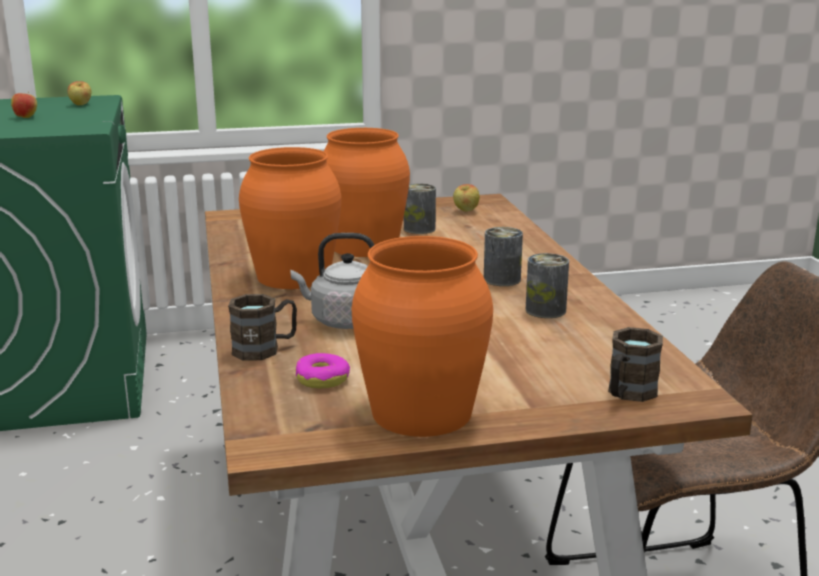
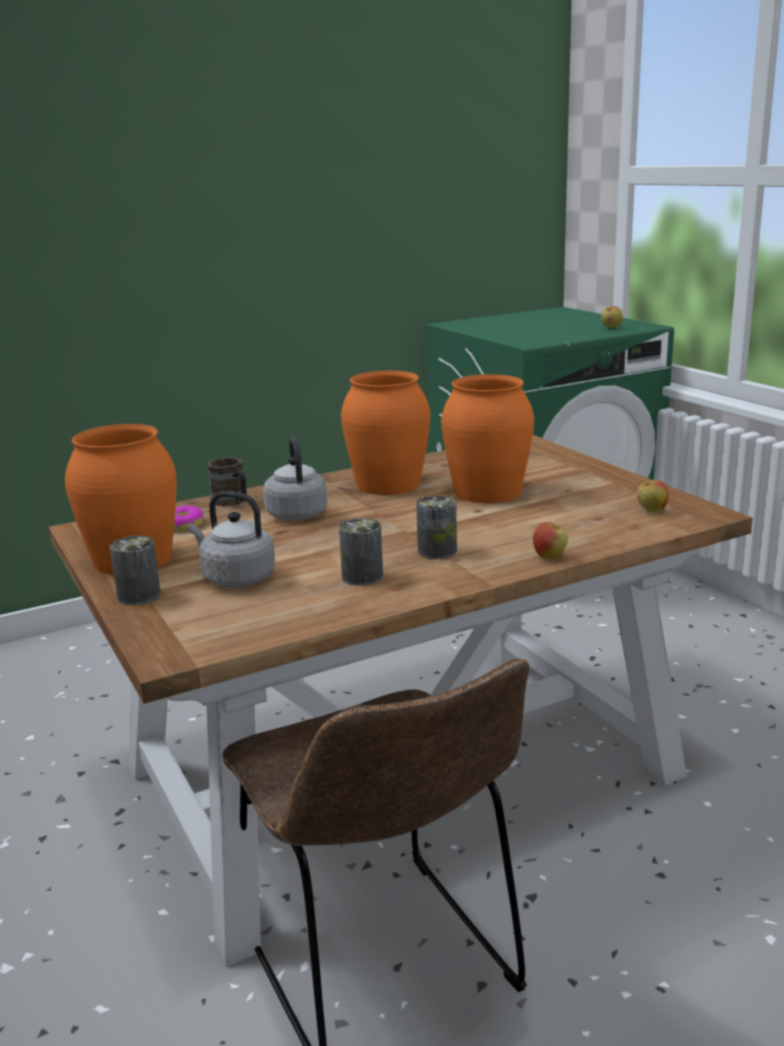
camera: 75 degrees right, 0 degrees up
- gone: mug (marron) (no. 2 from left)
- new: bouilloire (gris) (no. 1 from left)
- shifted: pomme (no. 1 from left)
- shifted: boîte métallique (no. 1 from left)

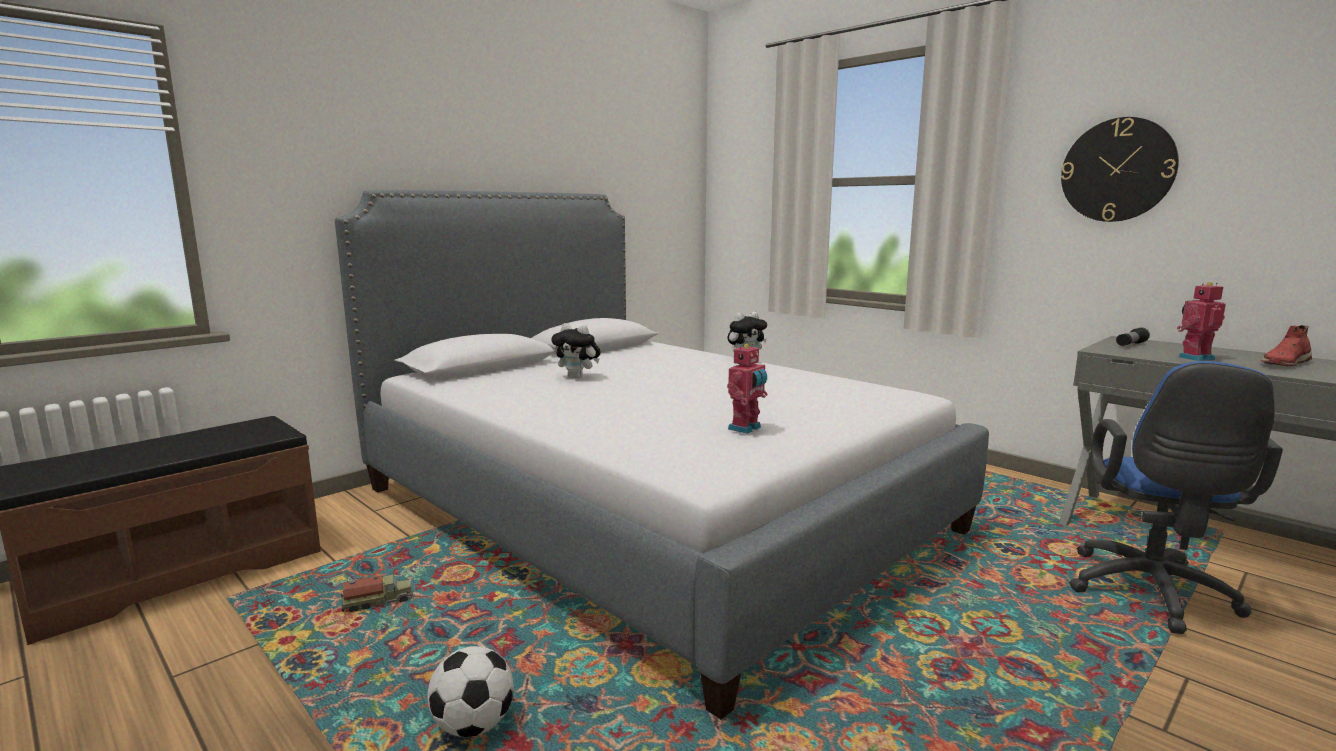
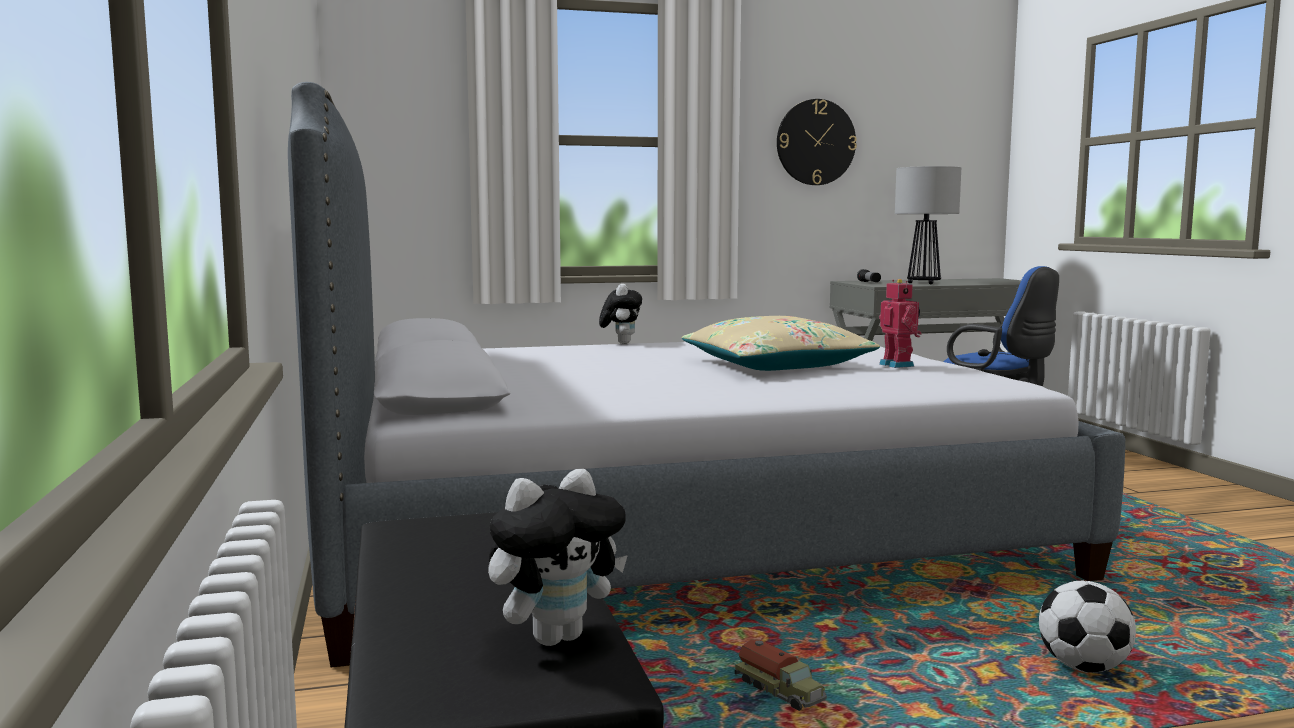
camera: 60 degrees left, 5 degrees down
- gone: chaussure (rouge)
- new: coussin (beige)
- shifted: peluche (no. 1 from left)
- swapped: robot jouet (no. 2 from left) to lampe de table
- rotated: camion jouet 135 degrees clockwise

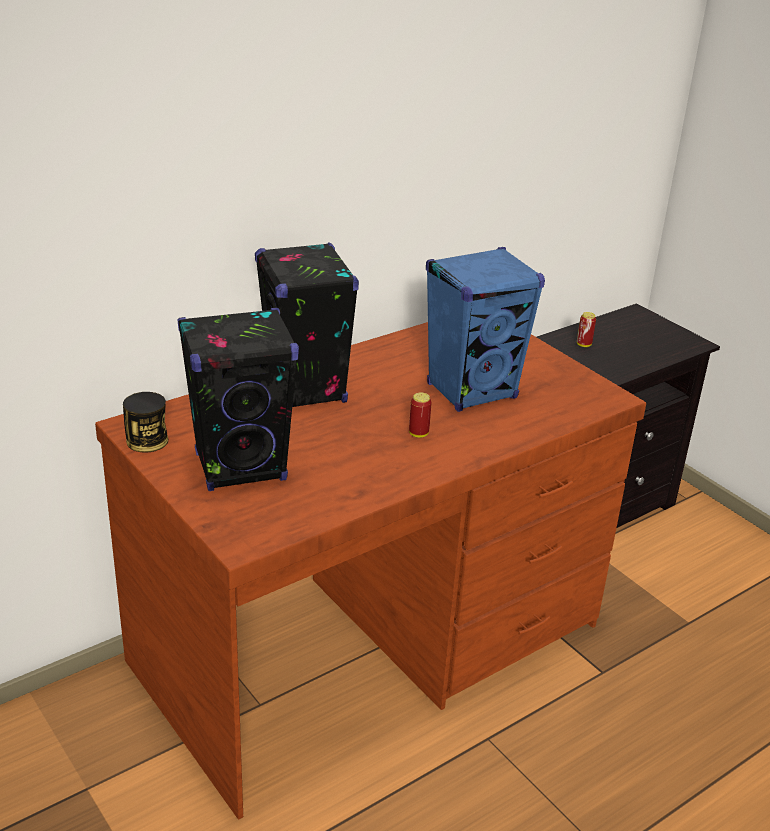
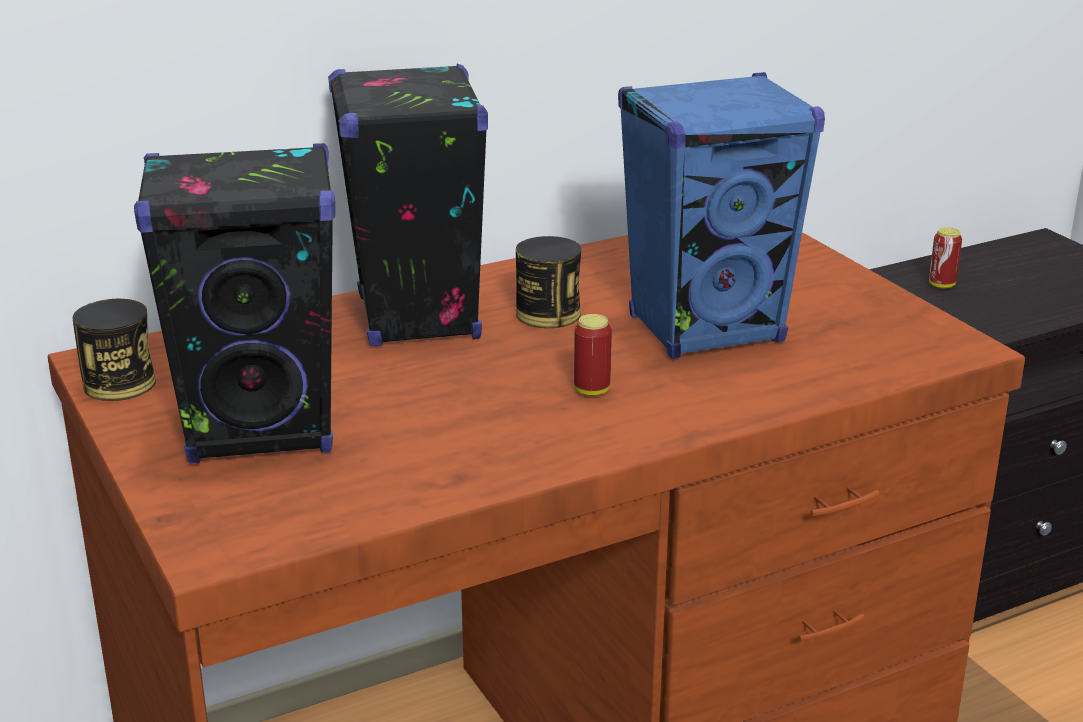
camera: 10 degrees right, 5 degrees down
- new: boîte métallique (no. 2 from left)

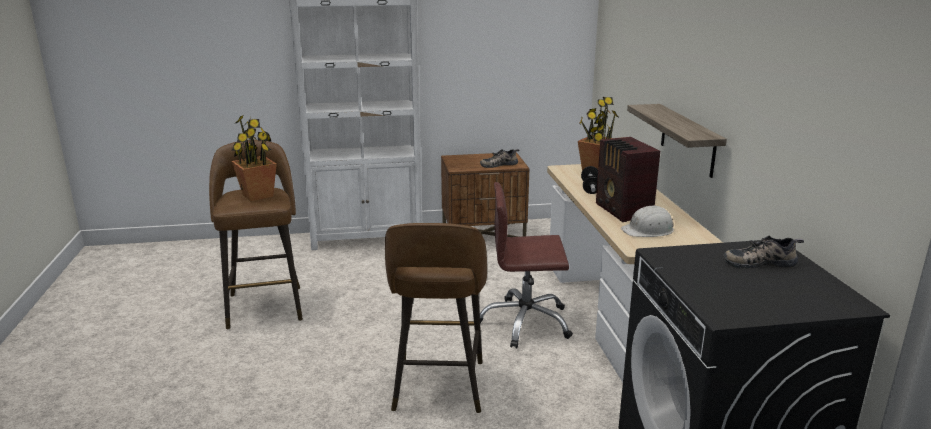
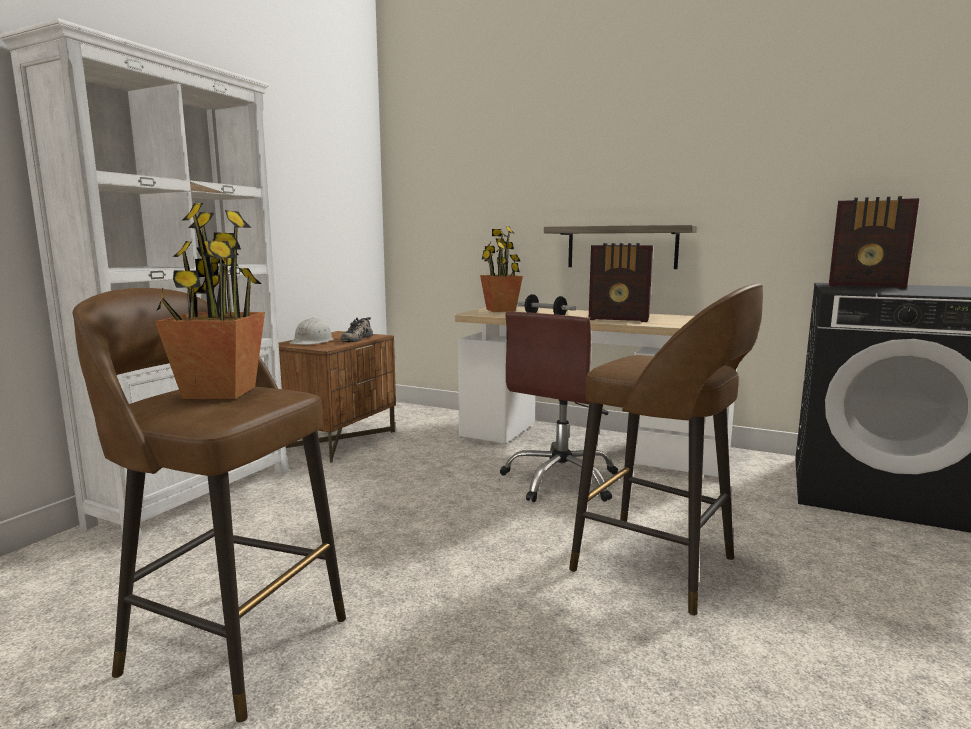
camera: 55 degrees left, 10 degrees down
- shifted: casque de chantier (blanc)
- swapped: chaussure (no. 2 from left) to radio (no. 2 from left)

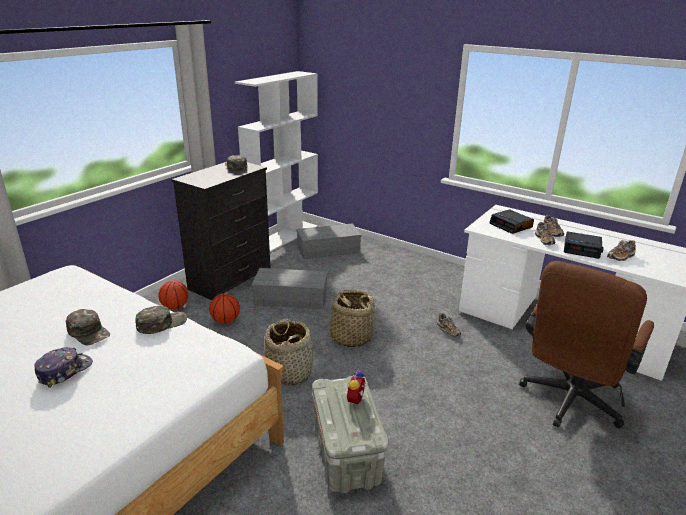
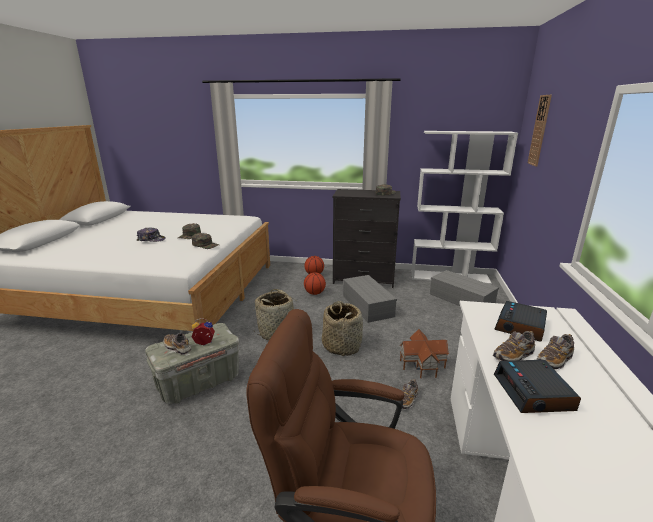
camera: 65 degrees right, 5 degrees down
- new: maison miniature
- new: horloge murale
- shifted: chaussure (no. 4 from left in the first image) to chaussure (no. 1 from left)

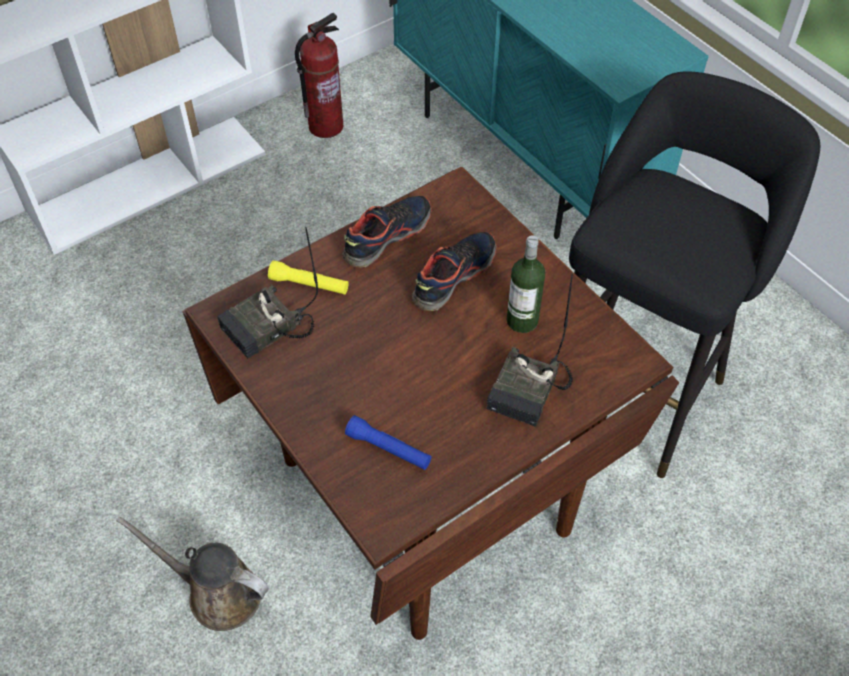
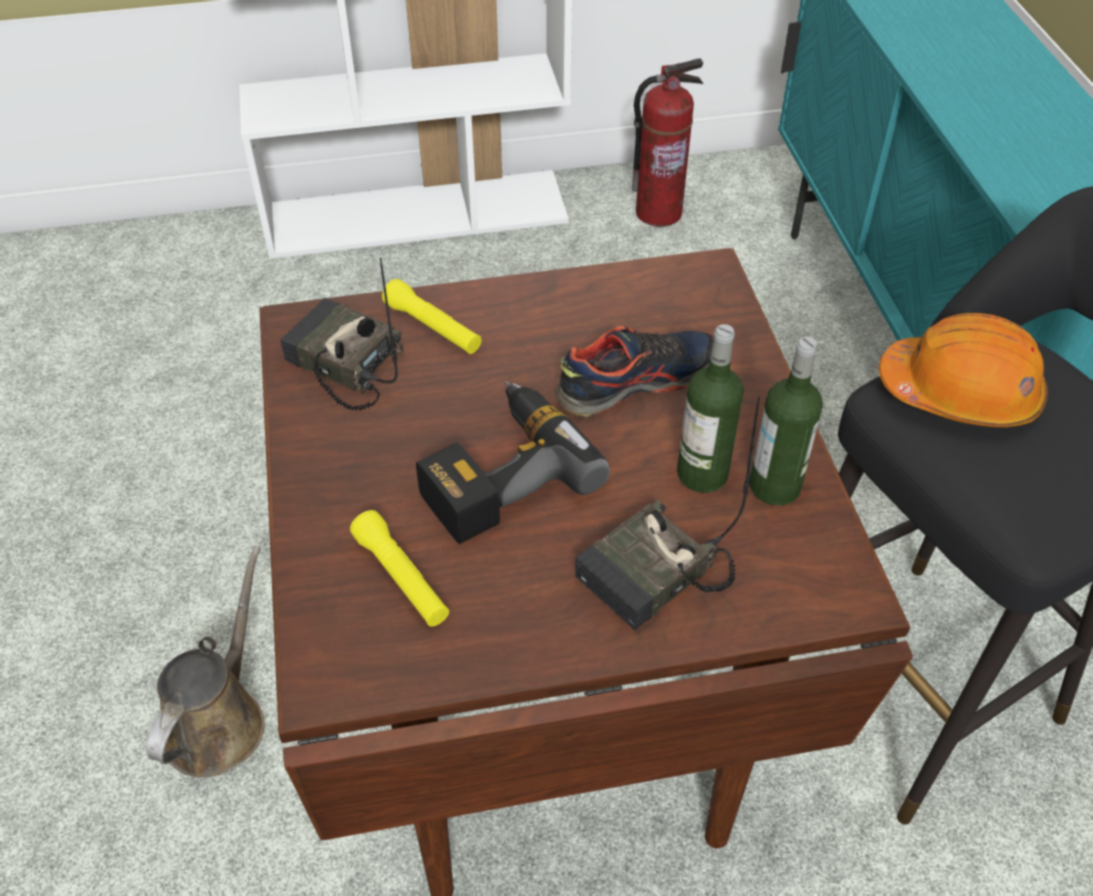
camera: 25 degrees right, 5 degrees down
- gone: chaussure (no. 1 from left)
- new: perceuse
- new: bouteille (no. 2 from left)
- new: casque de chantier (orange)
- repainted: lampe de poche (bleu) to lampe de poche (jaune) (no. 1 from left)
- rotated: arrosoir (marron) 60 degrees clockwise
- rotated: radio (no. 1 from left) 45 degrees clockwise

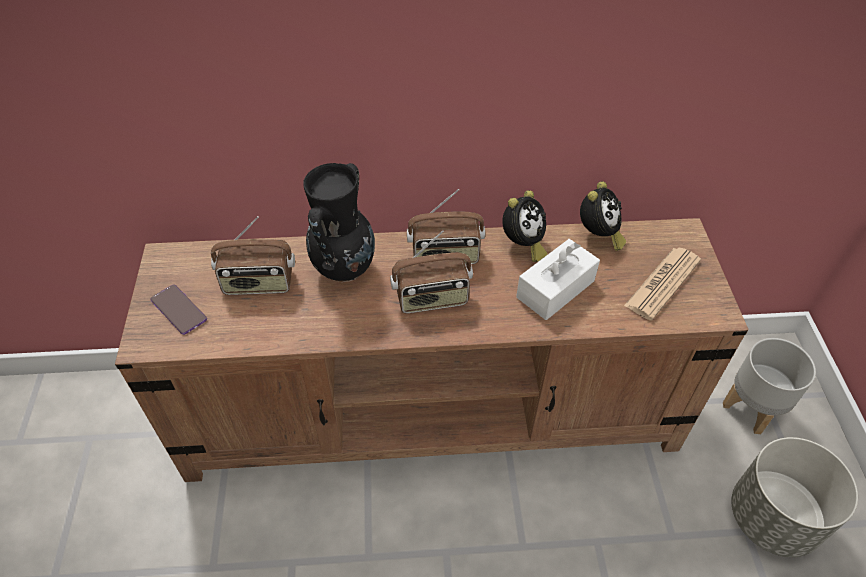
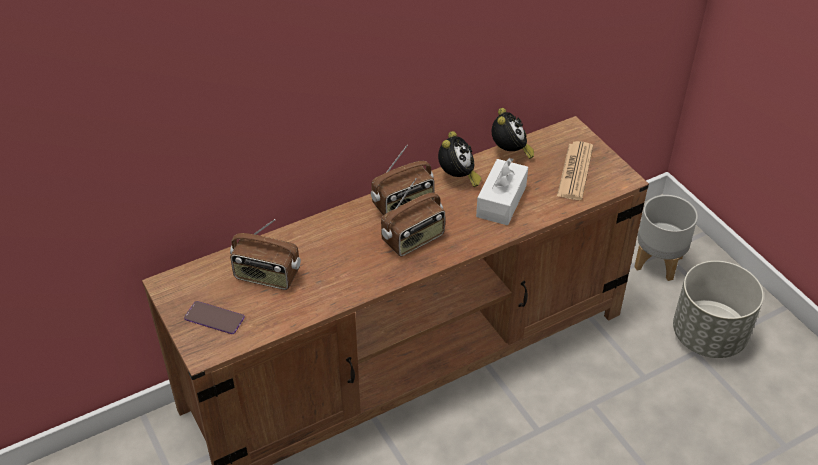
camera: 25 degrees left, 5 degrees down
- gone: vase (noir)
- rotated: radio (no. 1 from left) 45 degrees clockwise

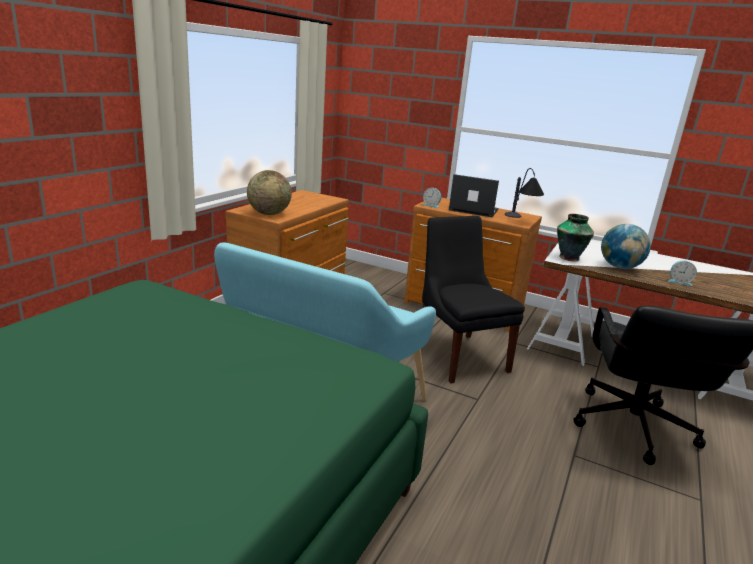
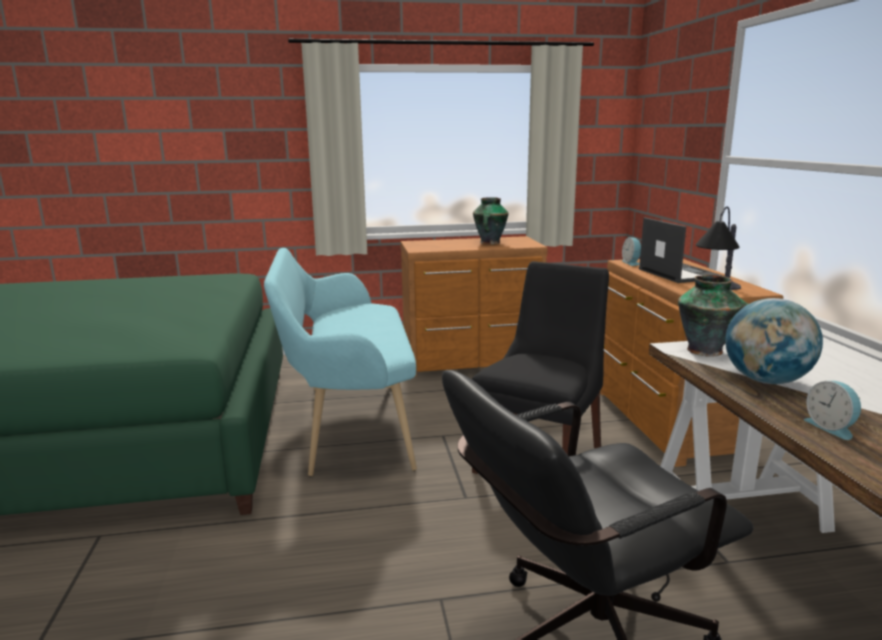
camera: 55 degrees right, 5 degrees down
- gone: globe (no. 1 from left)
- new: vase (no. 1 from left)

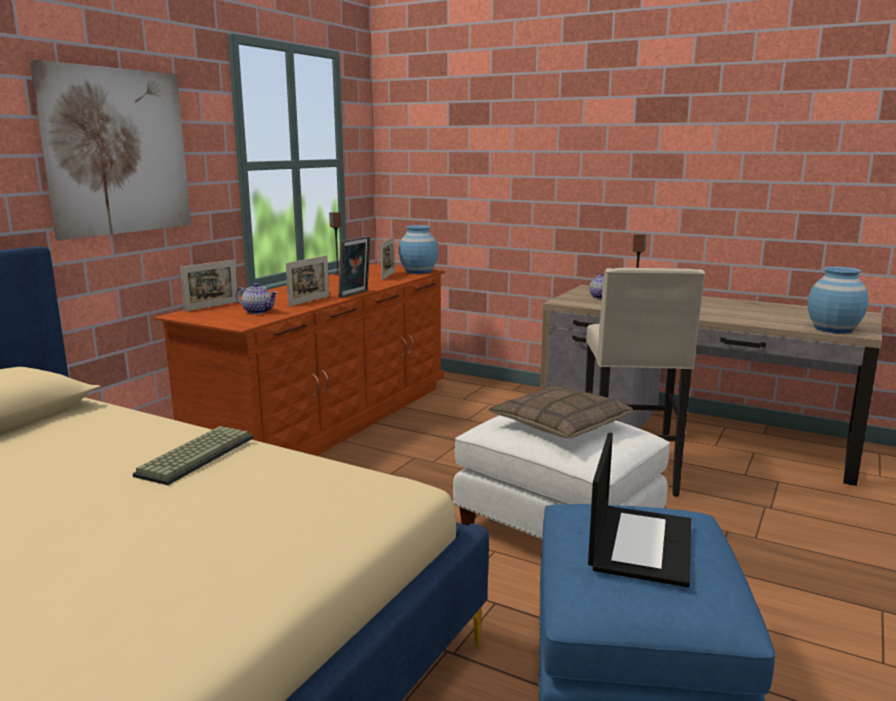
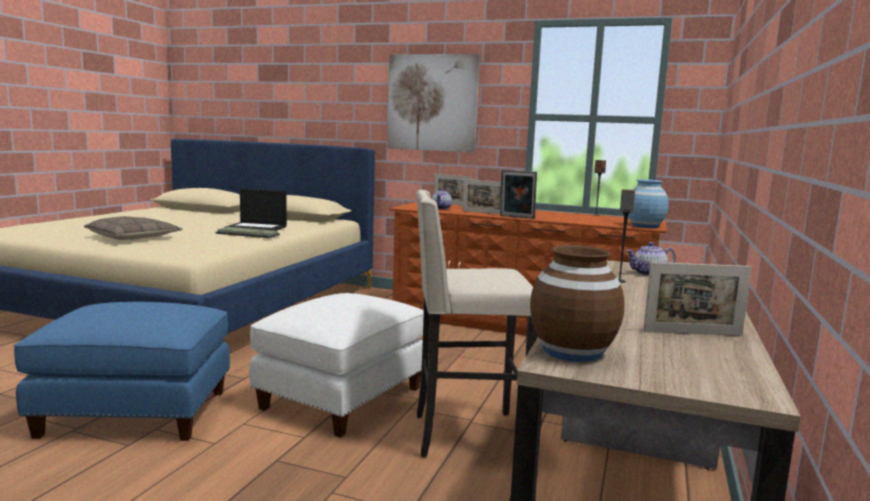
camera: 80 degrees right, 5 degrees down
- shifted: cadre photo (no. 4 from left)
- shifted: coussin
- shifted: ordinateur portable
- repainted: vase (bleu) (no. 2 from left) to vase (marron)

